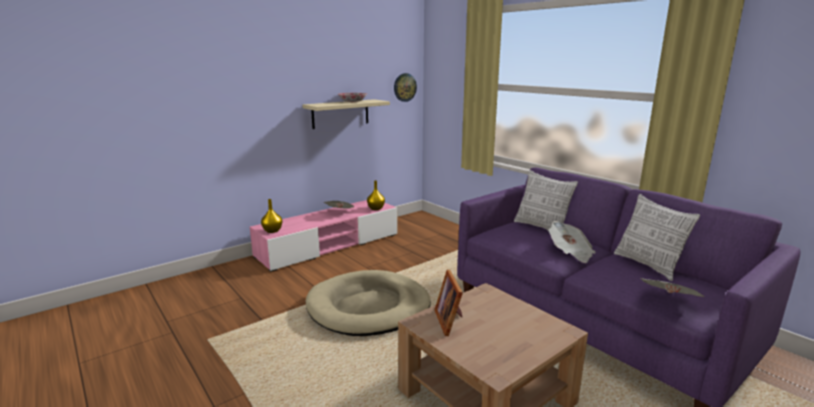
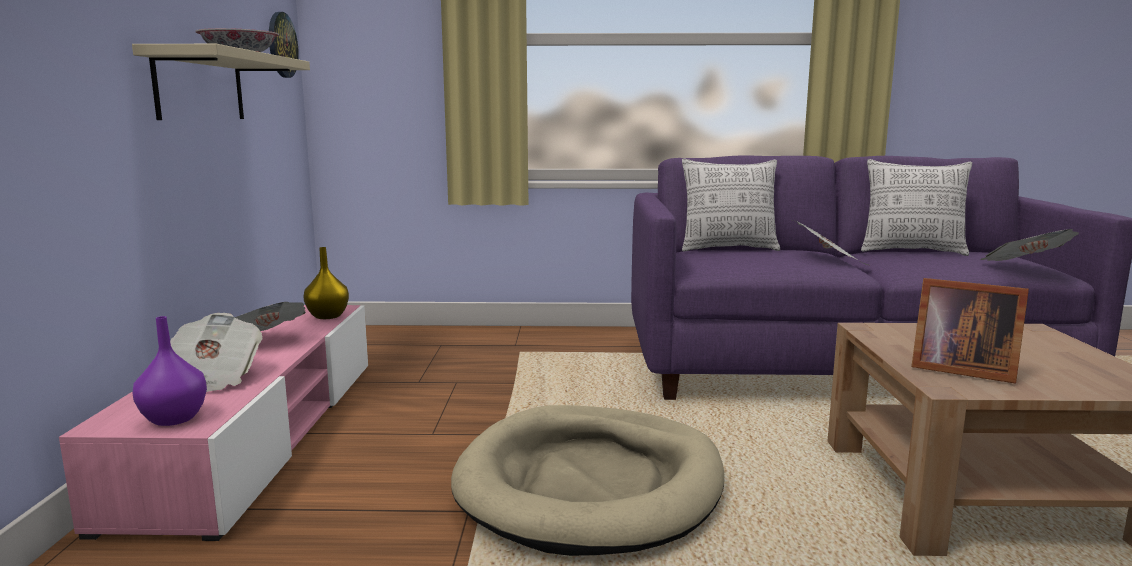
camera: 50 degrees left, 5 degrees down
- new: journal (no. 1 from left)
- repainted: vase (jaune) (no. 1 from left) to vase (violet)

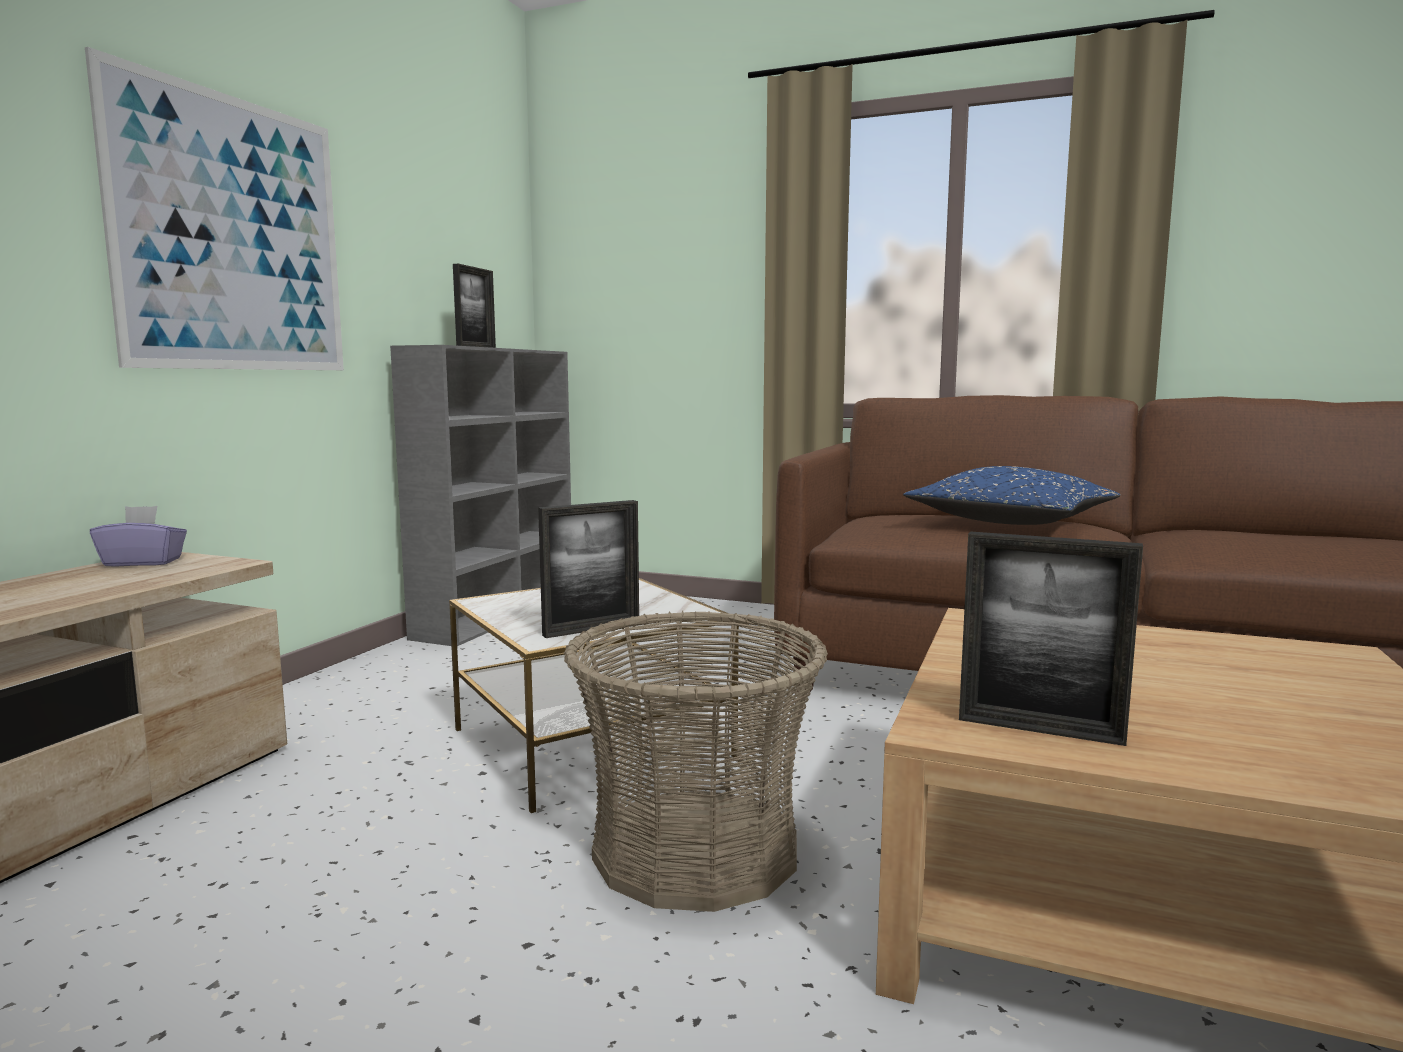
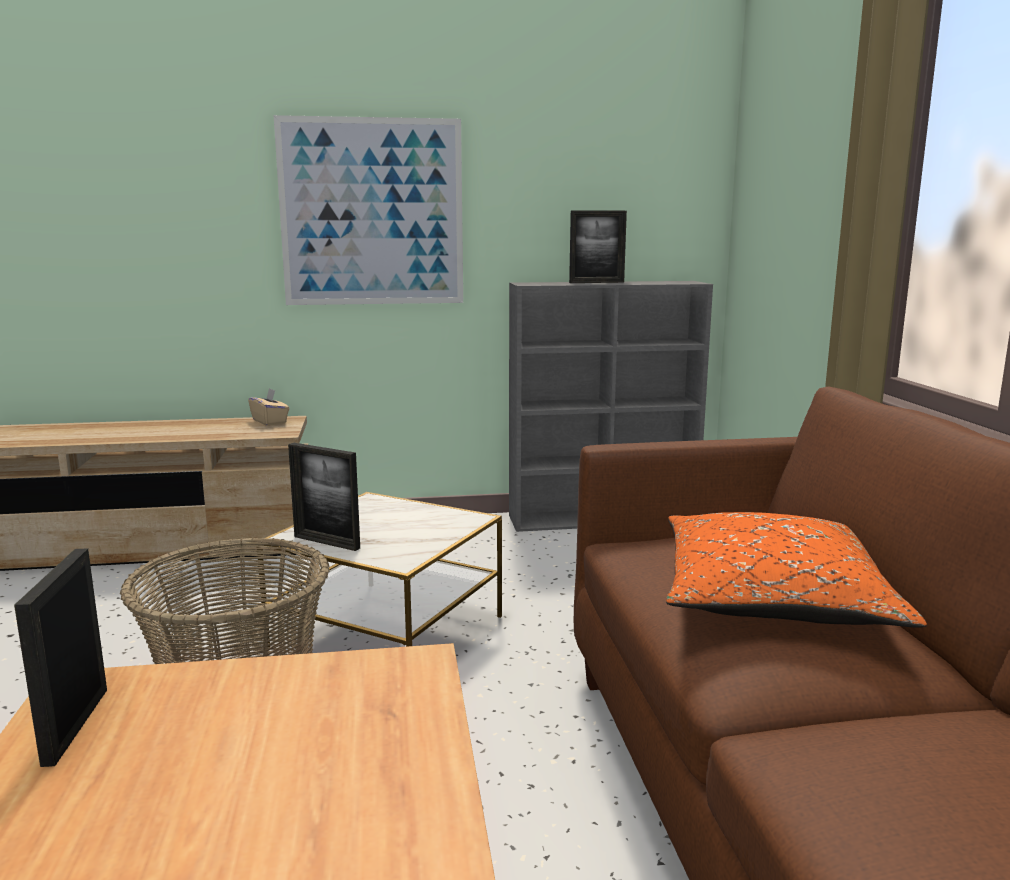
camera: 60 degrees right, 5 degrees up
- repainted: boîte à mouchoirs (violet) to boîte à mouchoirs (beige)
- repainted: coussin (bleu) to coussin (orange)

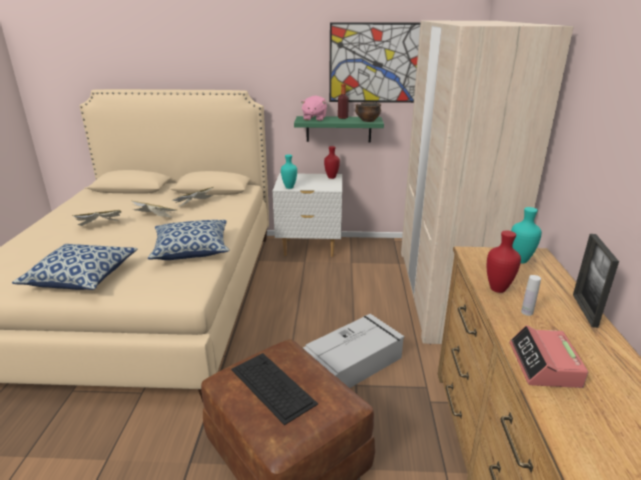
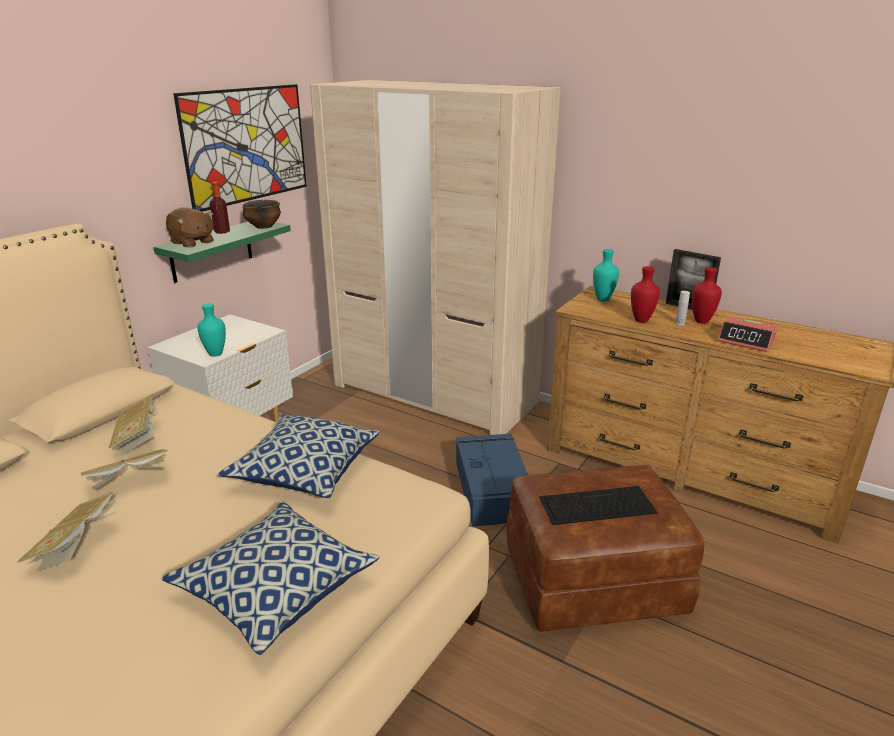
camera: 60 degrees left, 0 degrees up
- shifted: vase (rouge) (no. 1 from left in the first image) to vase (rouge) (no. 2 from left)
- repainted: peluche (rose) to peluche (marron)
- repainted: boîte de rangement (gris) to boîte de rangement (bleu)

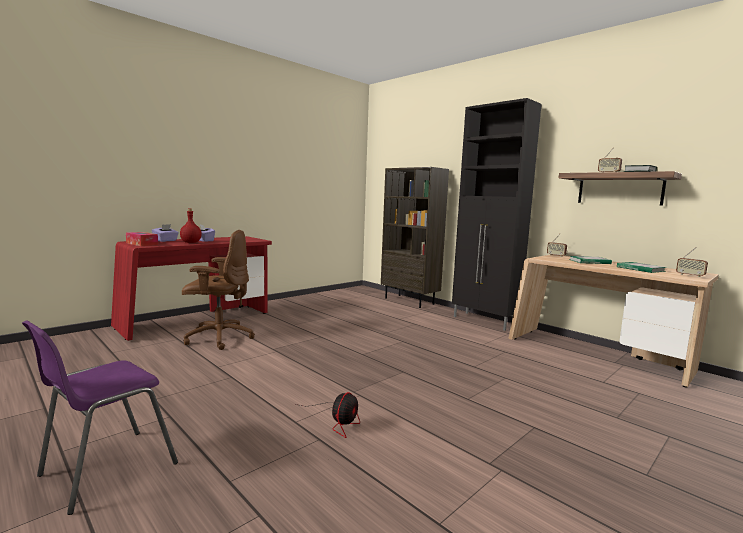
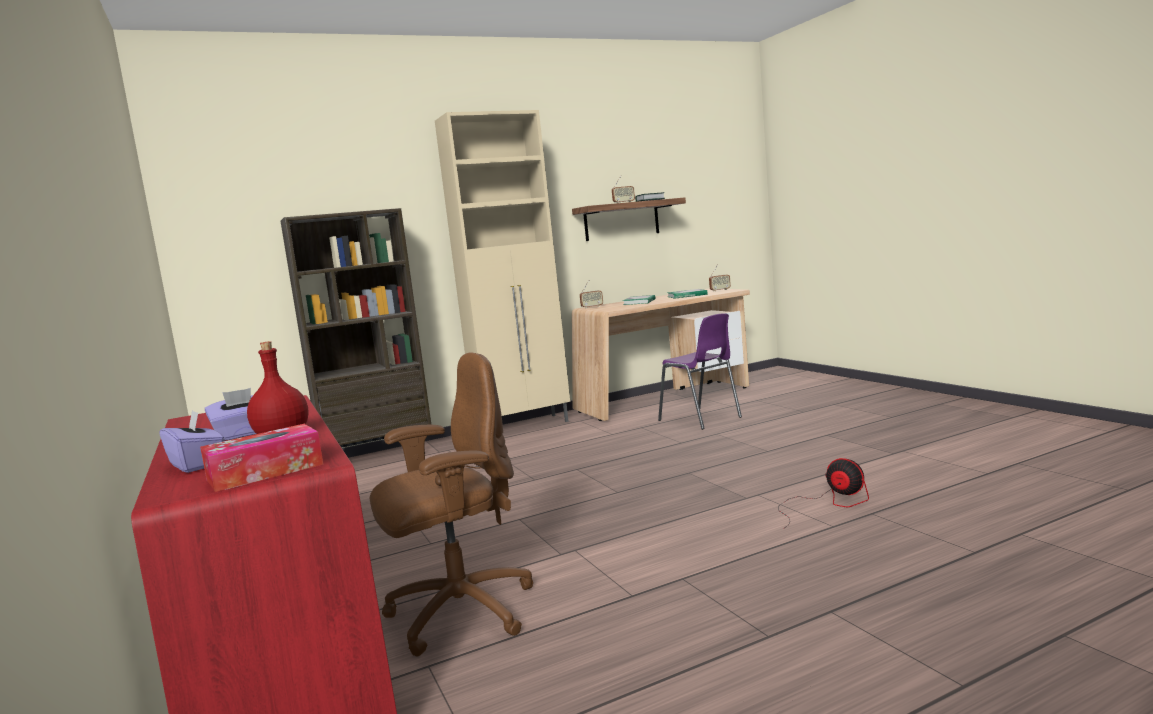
camera: 70 degrees left, 0 degrees up
- shifted: chaise (violet)
- repainted: meuble de rangement (noir) to meuble de rangement (beige)
- rotated: chaise de bureau (marron) 45 degrees clockwise

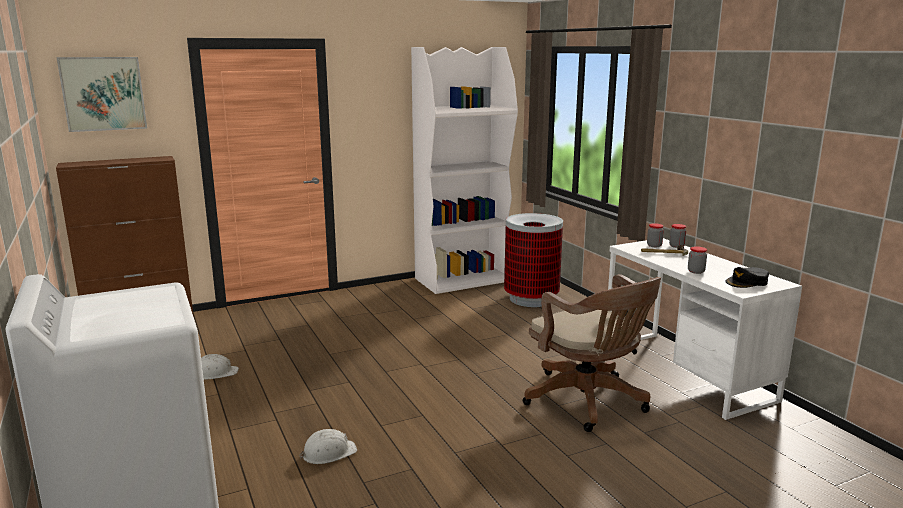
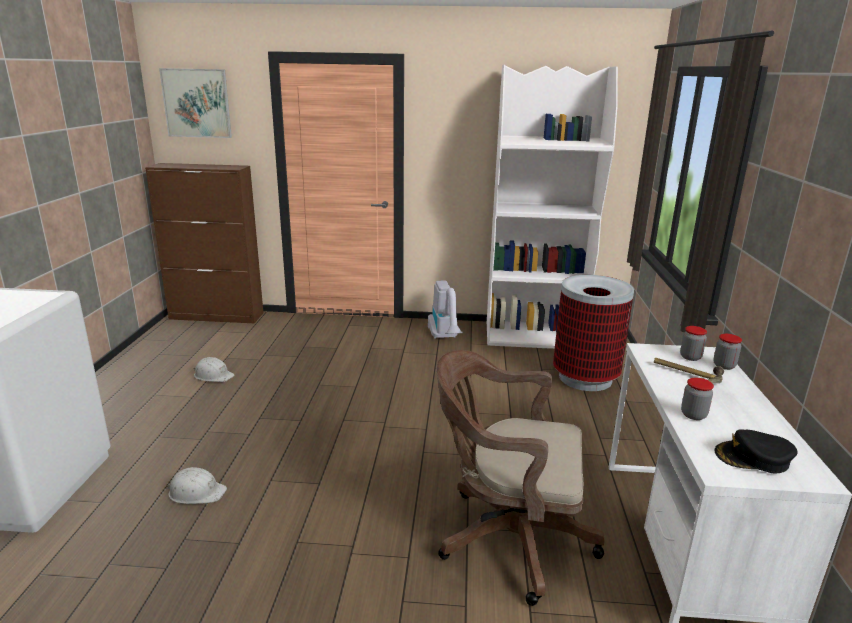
camera: 30 degrees right, 5 degrees up
- new: aspirateur
- rotated: chaise de bureau (marron) 105 degrees clockwise

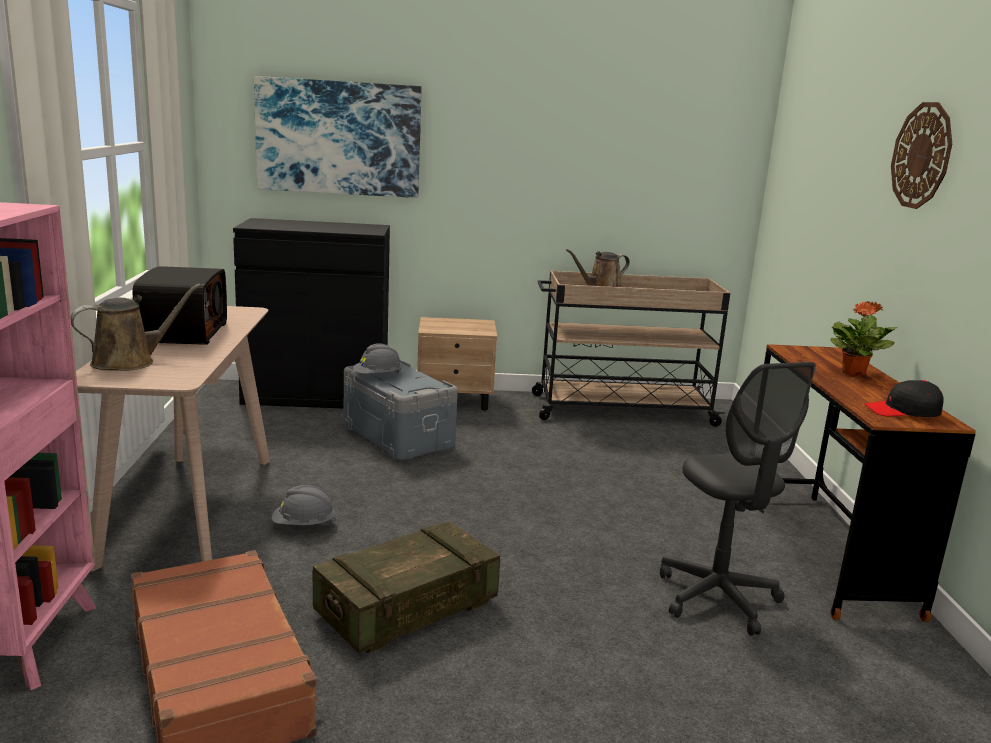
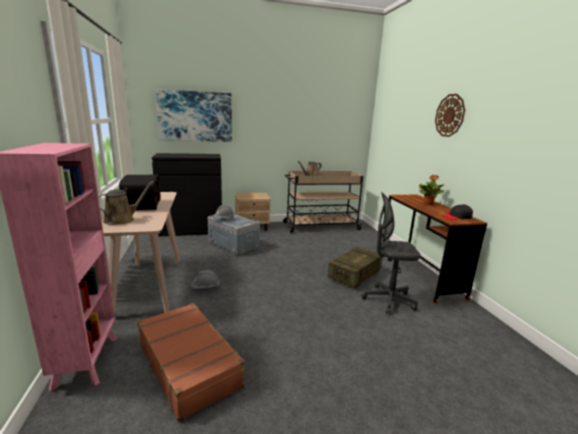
camera: 10 degrees left, 0 degrees up
- shifted: caisse
- rotated: chaise de bureau (gris) 120 degrees clockwise

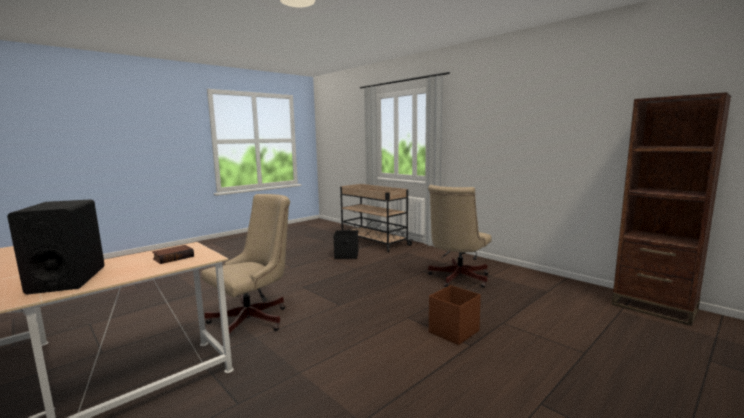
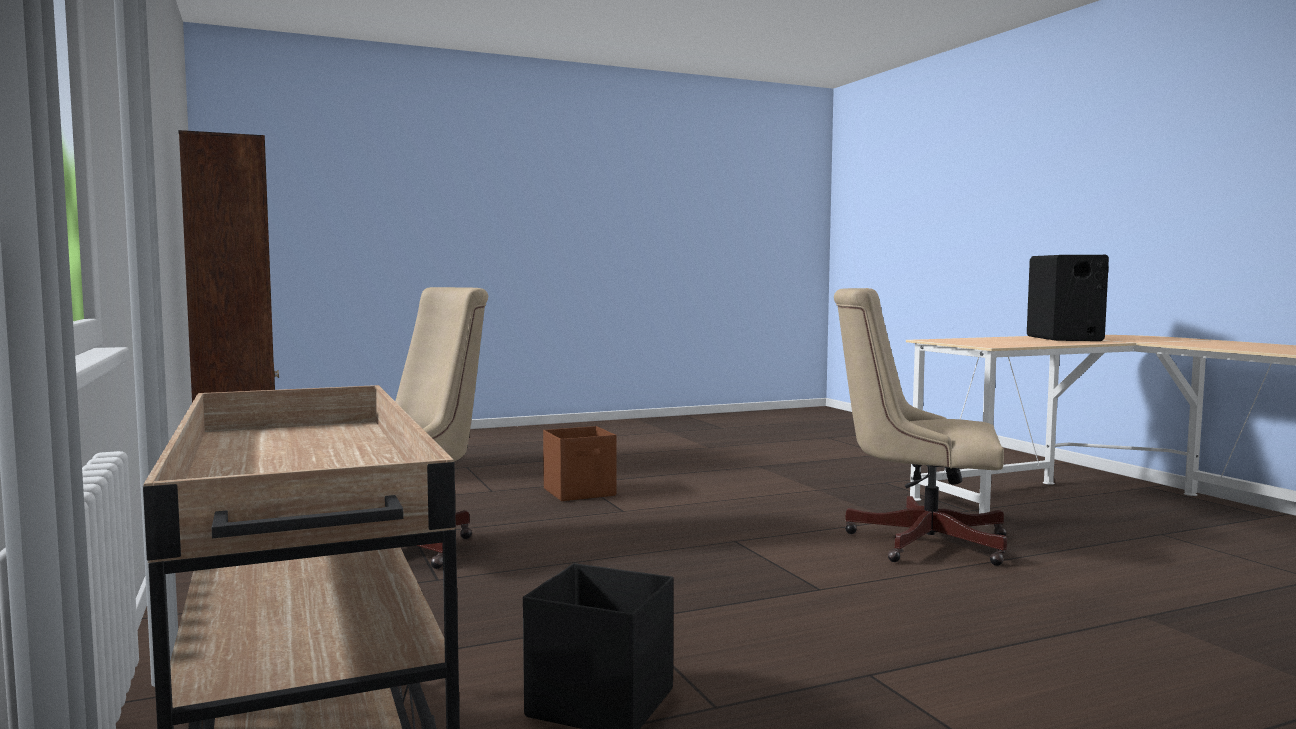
camera: 160 degrees left, 5 degrees down
- gone: livre
- rotated: chaise de bureau (beige) (no. 1 from left in the first image) 45 degrees clockwise

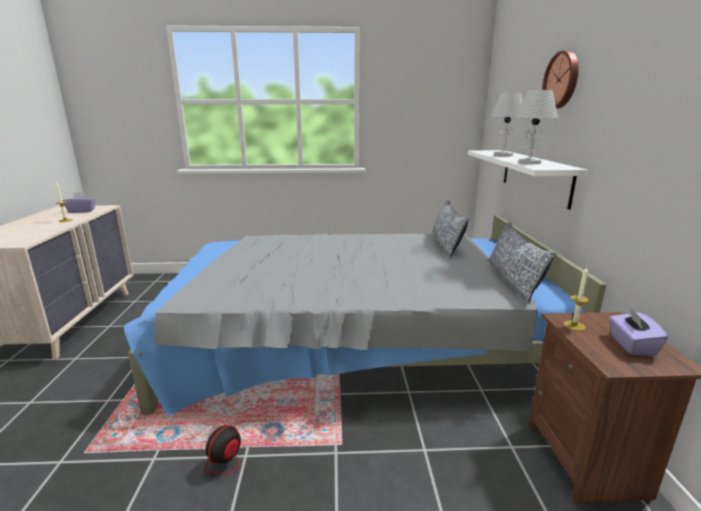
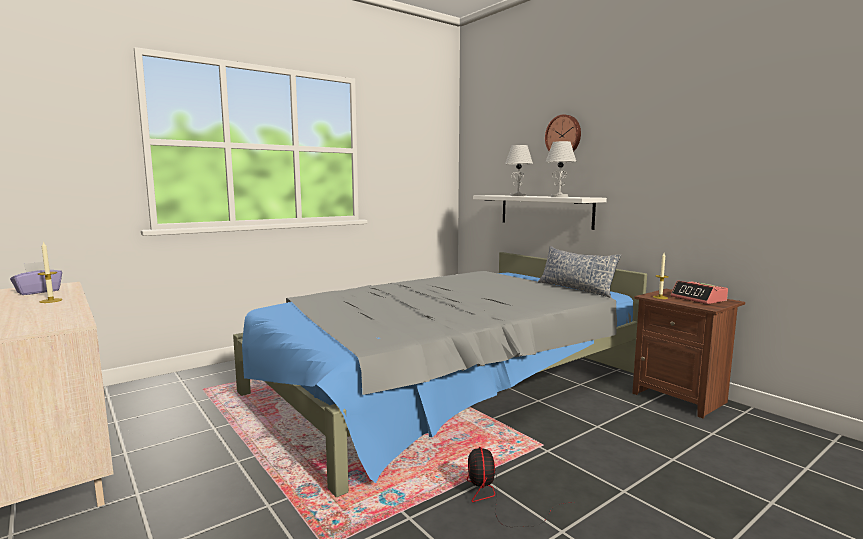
camera: 35 degrees left, 10 degrees down
- gone: coussin (no. 1 from left)
- swapped: boîte à mouchoirs (violet) (no. 2 from left) to réveil

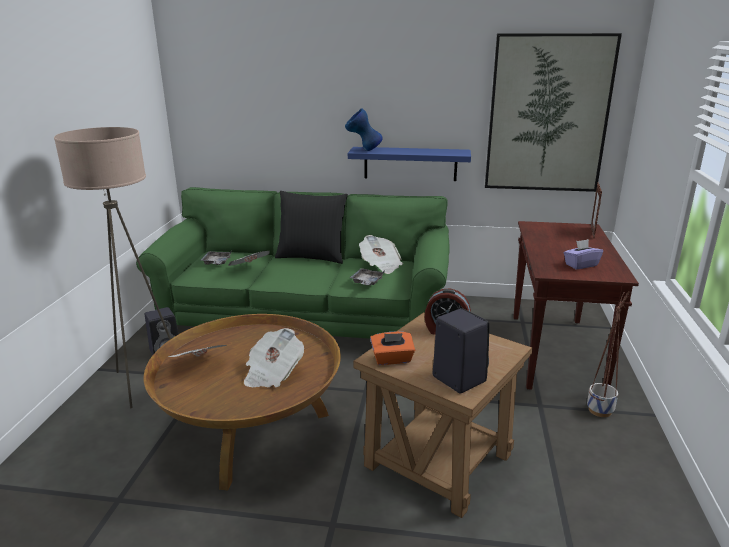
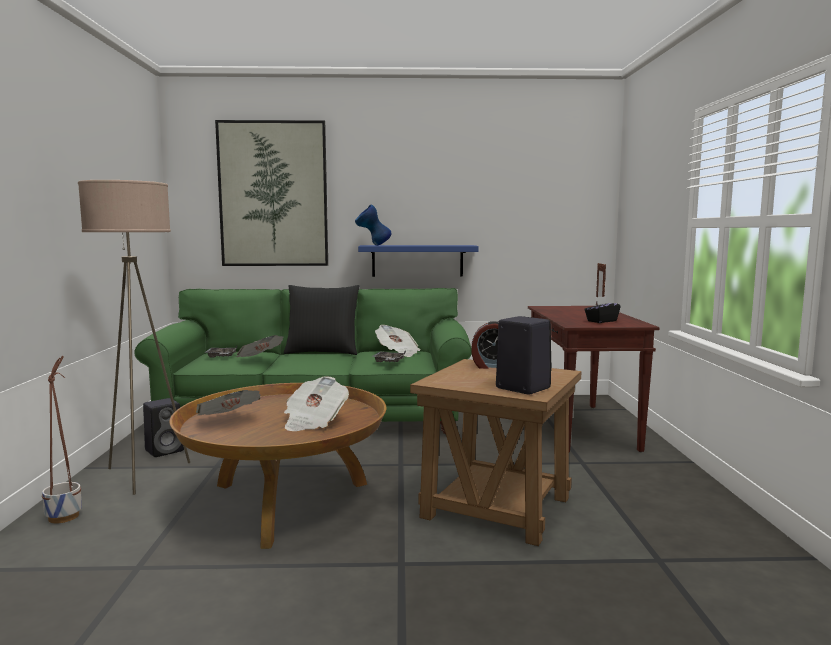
camera: 10 degrees left, 15 degrees down
- gone: boîte à mouchoirs (orange)
- shifted: tableau
- shifted: cache-pot
- repainted: boîte à mouchoirs (violet) to boîte à mouchoirs (noir)

